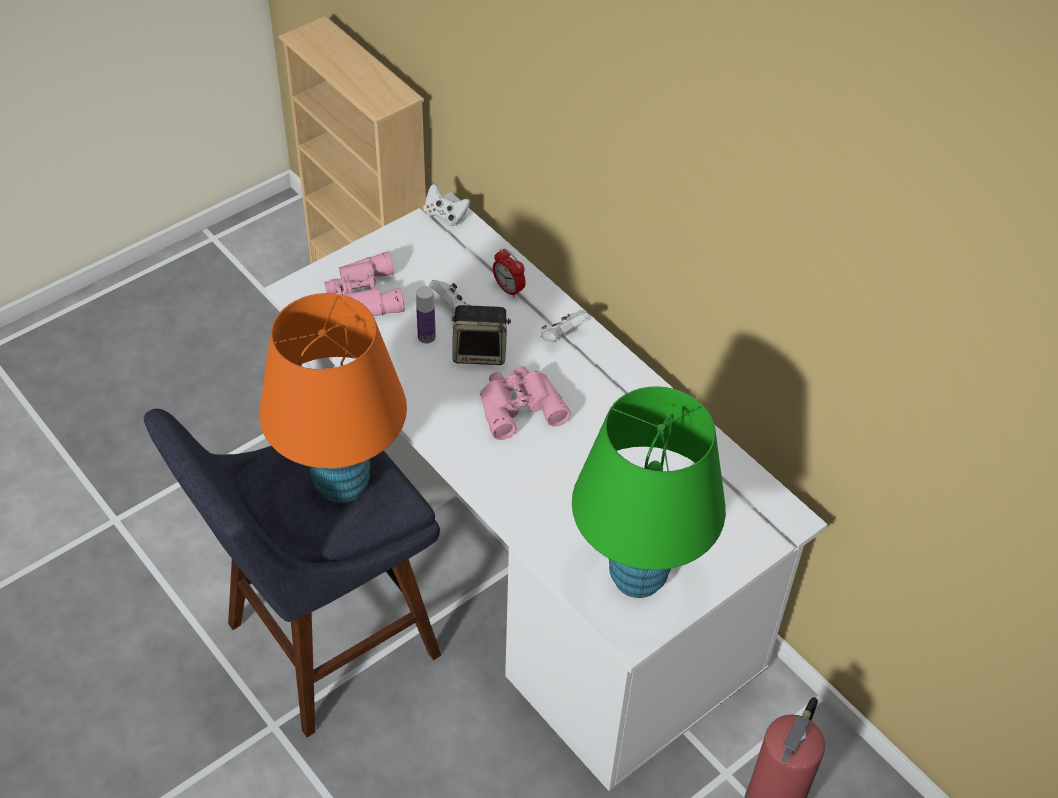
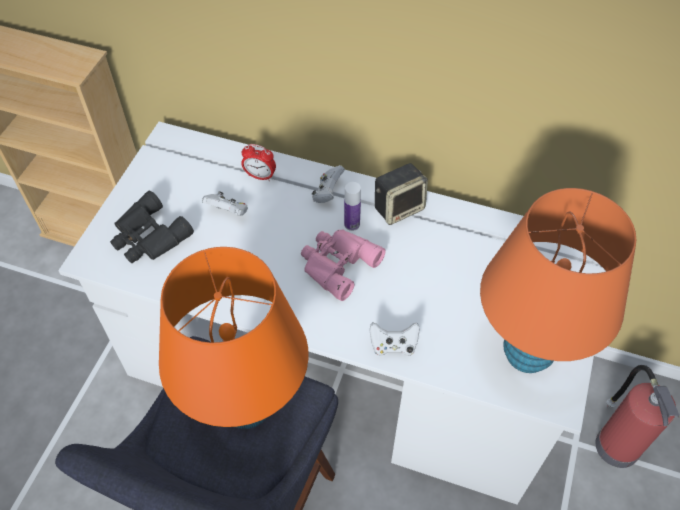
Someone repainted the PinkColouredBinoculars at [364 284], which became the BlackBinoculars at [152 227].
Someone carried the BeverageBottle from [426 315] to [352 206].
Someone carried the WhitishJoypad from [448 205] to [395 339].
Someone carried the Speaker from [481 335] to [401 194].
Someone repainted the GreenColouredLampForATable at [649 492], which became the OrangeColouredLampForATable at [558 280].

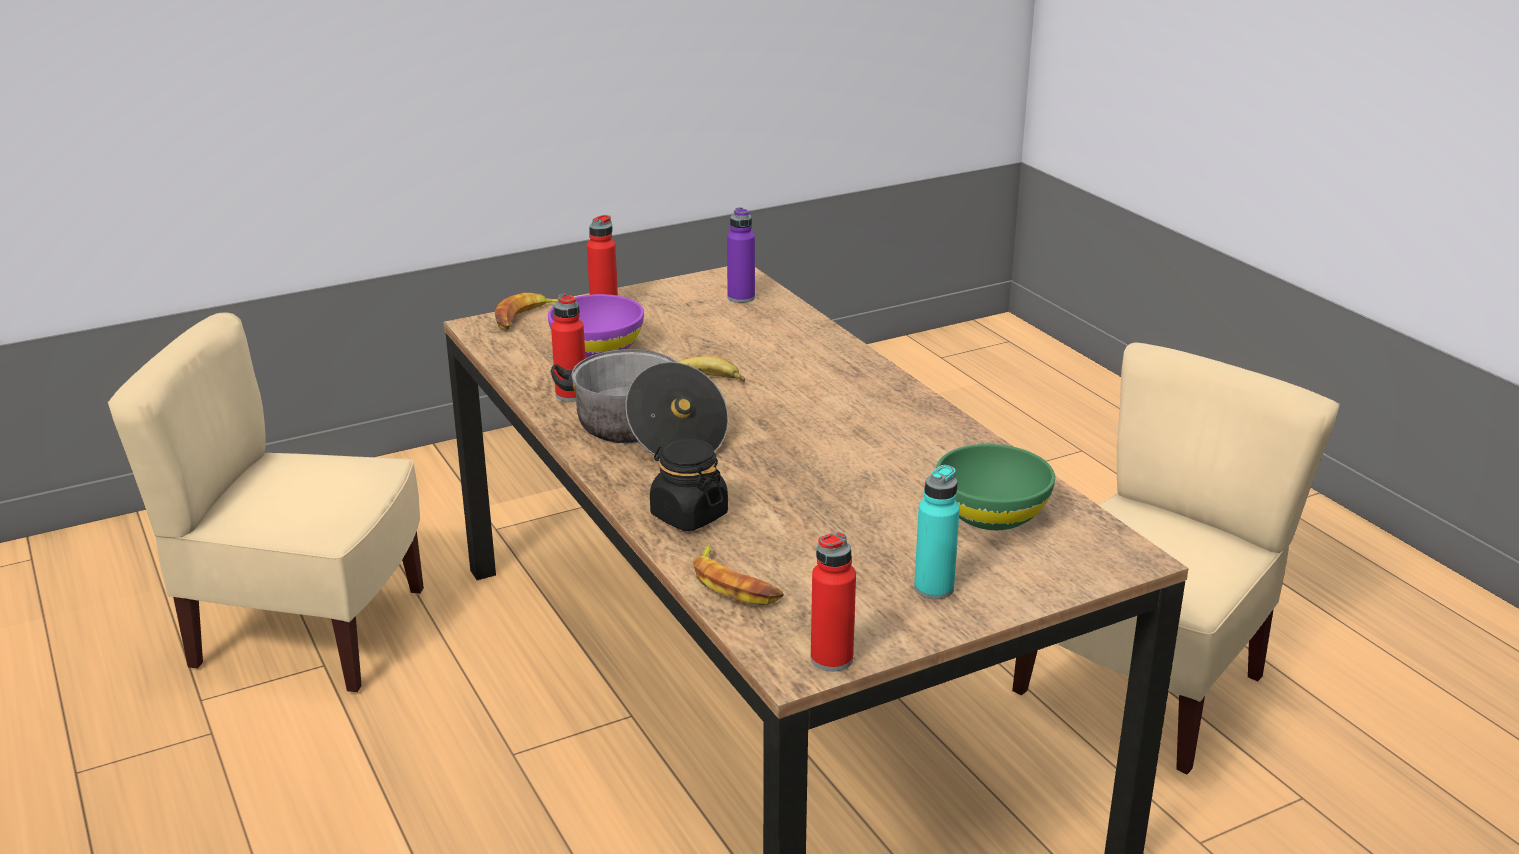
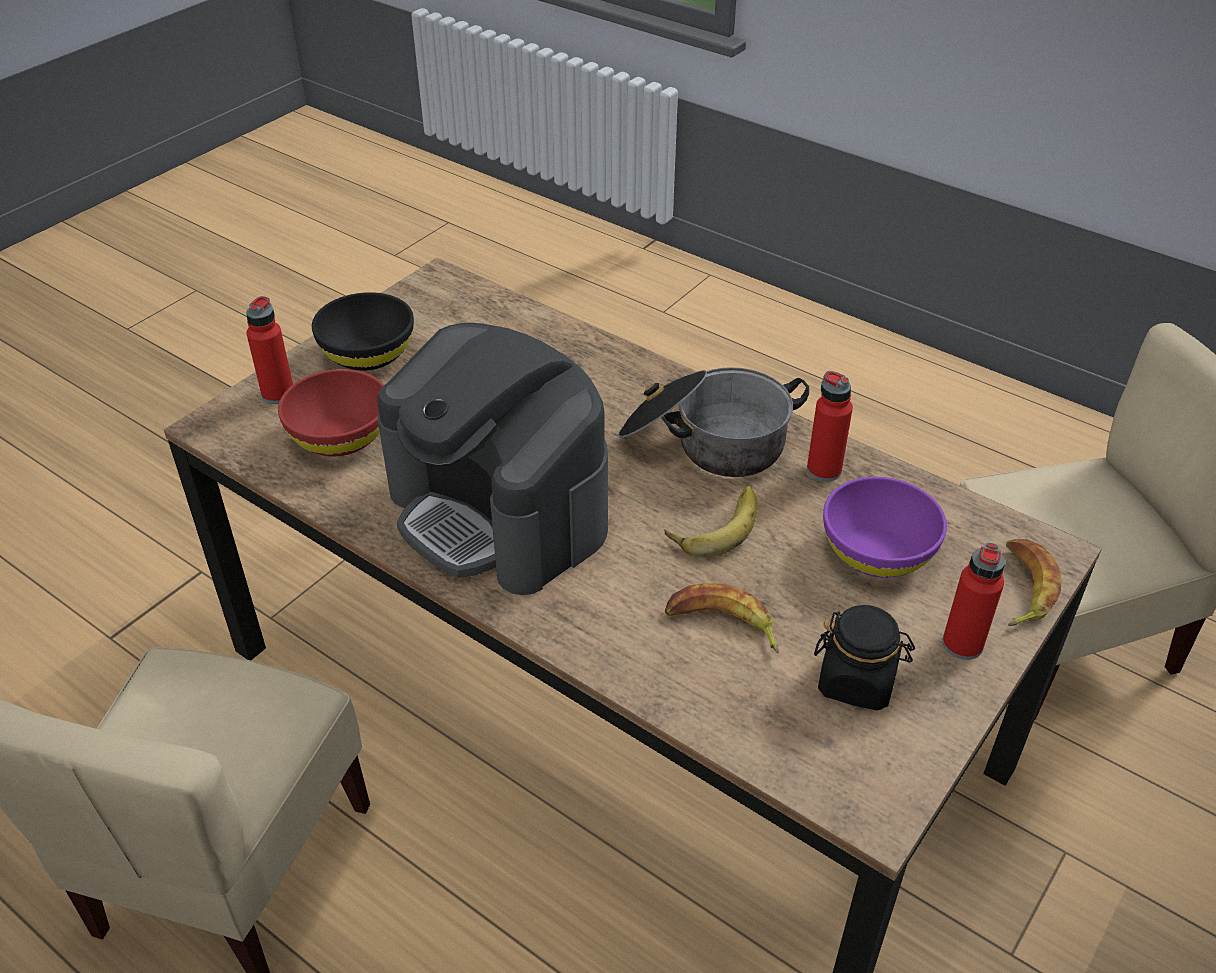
Someone carried the ReddishBeverageBottle from [833 601] to [269 350].
Someone repainted the GreenColouredBowl at [995 487], which became the ReddishBowl at [331 412].
Someone swapped the BlueGreenBeverageBottle at [937 532] for the BlackBowl at [363 331].
Someone put down the CoffeeMachine at [492 459].
Someone carried the BananaFruit from [738 574] to [722 618].
Someone carried the BlackJar from [689 485] to [864 658].
Someone took away the PurplishBeverageBottle at [741 255].

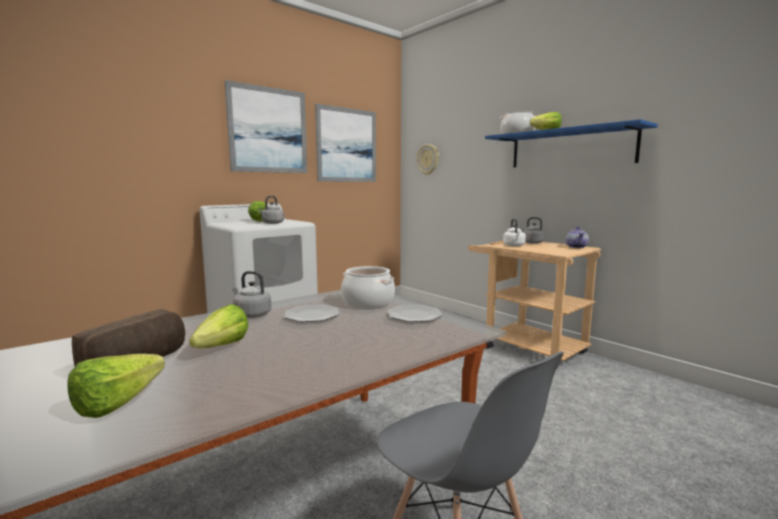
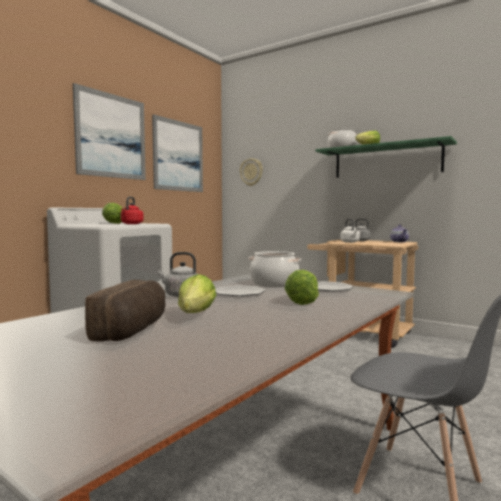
Someone repainted the GrayWaterKettle at [271 210], which became the ReddishWaterKettle at [132 210].
Someone carried the Lettuce from [116 386] to [302 287].
Someone repainted the BluishShelf at [571 143], which became the GreenColouredShelf at [386 157].

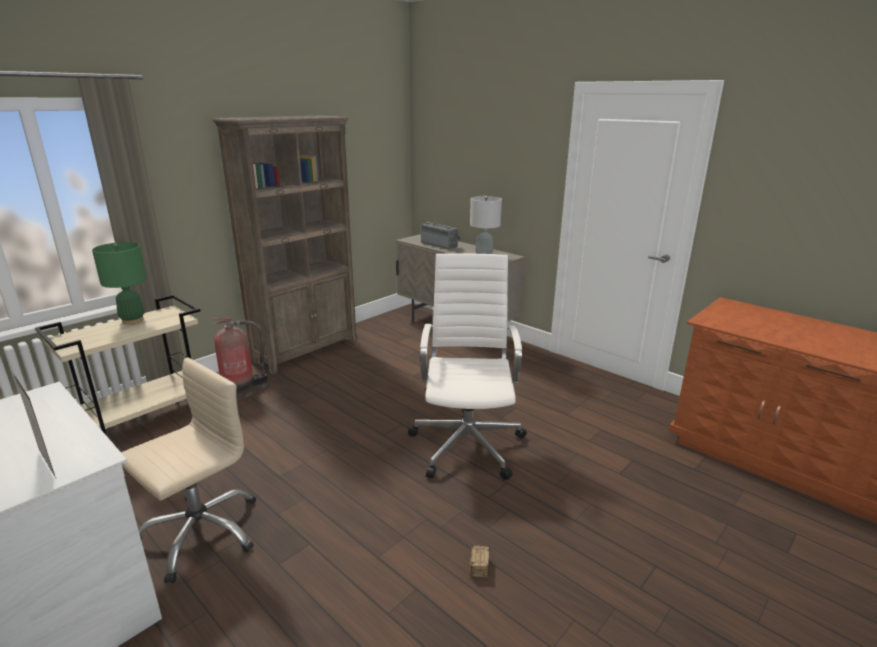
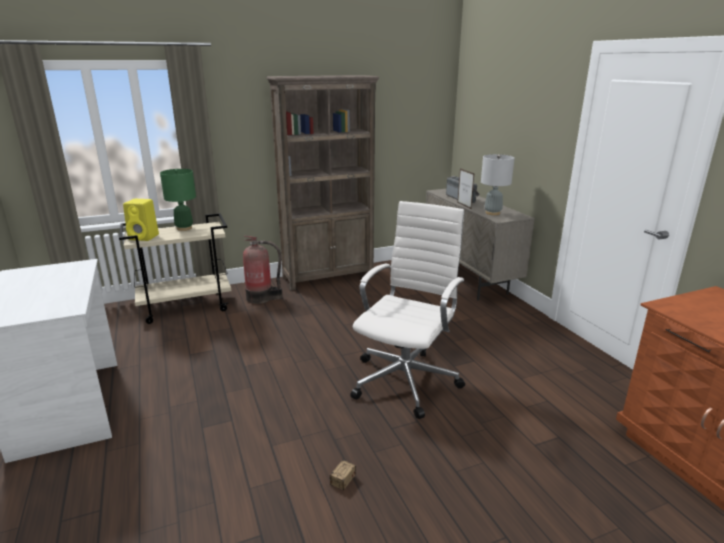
Someone put down the YellowSpeaker at [141 220].
Someone carried the PictureFrame from [34 425] to [466 189].
Someone took away the BeigeOfficeChair at [188 470].

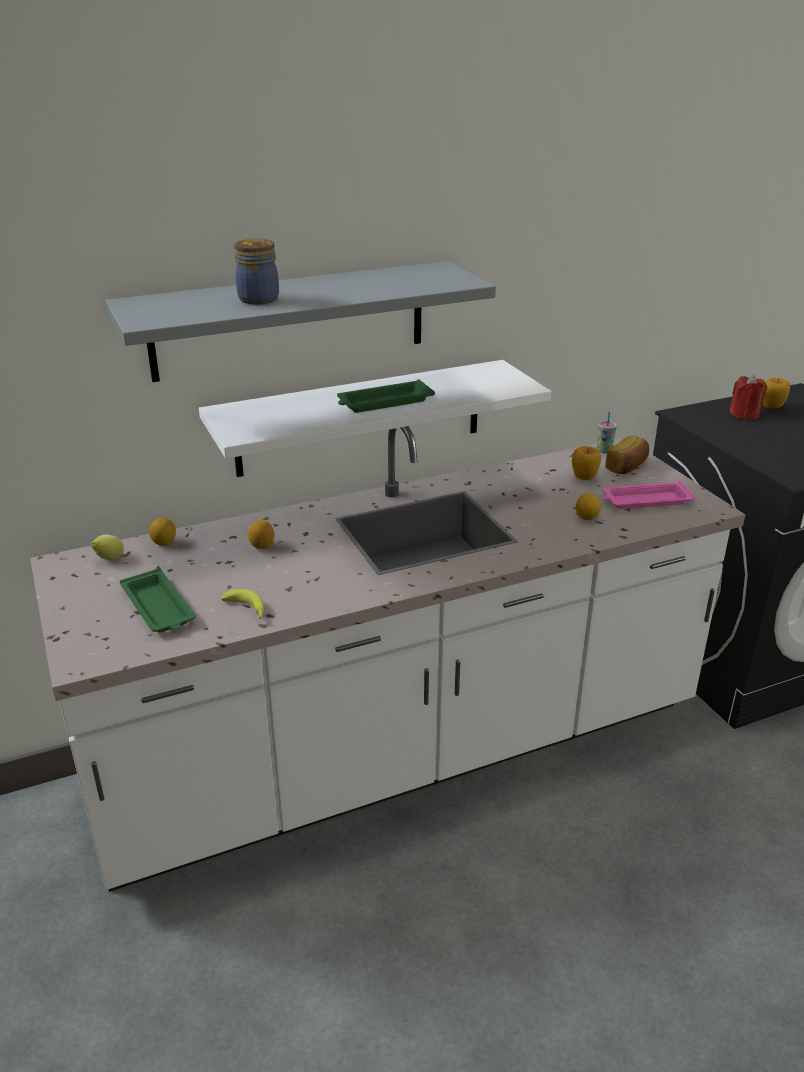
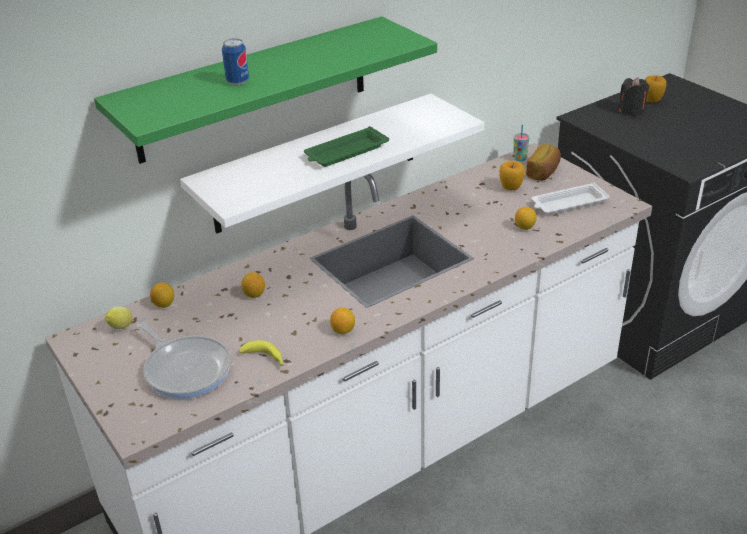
Someone repainted the GrayShelf at [300 321], which became the GreenColouredShelf at [265 90].
Someone swapped the GreenColouredCarryingTray at [158 600] for the Pan at [184 360].
Someone swapped the Jar at [256 272] for the MetalCan at [235 61].
Someone put down the Lemon at [342 321].
Someone repainted the PinkColouredCarryingTray at [649 495], which became the WhitishCarryingTray at [571 198].
Someone repainted the ReddishWaxLight at [748 397], which became the BlackWaxLight at [633 96].

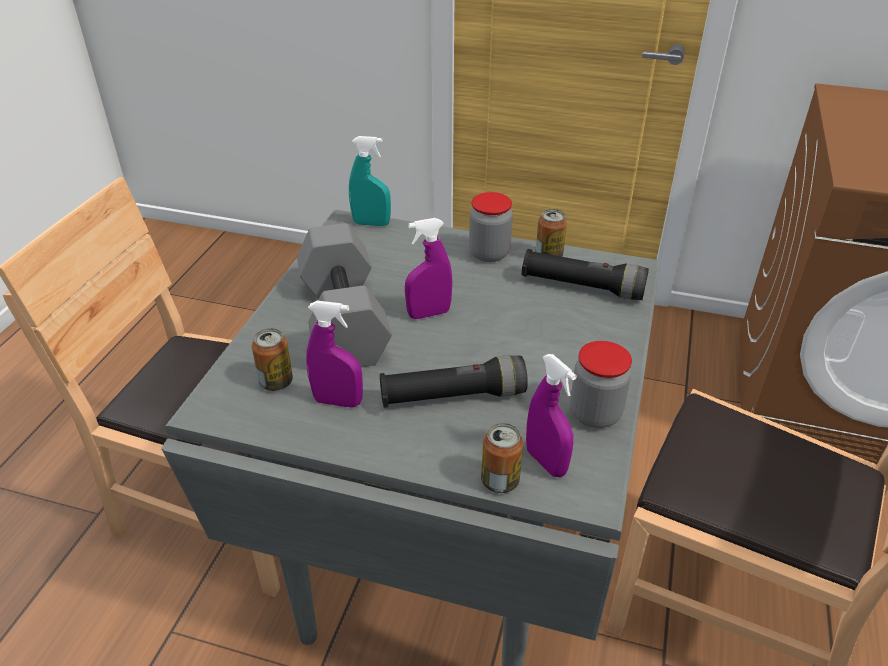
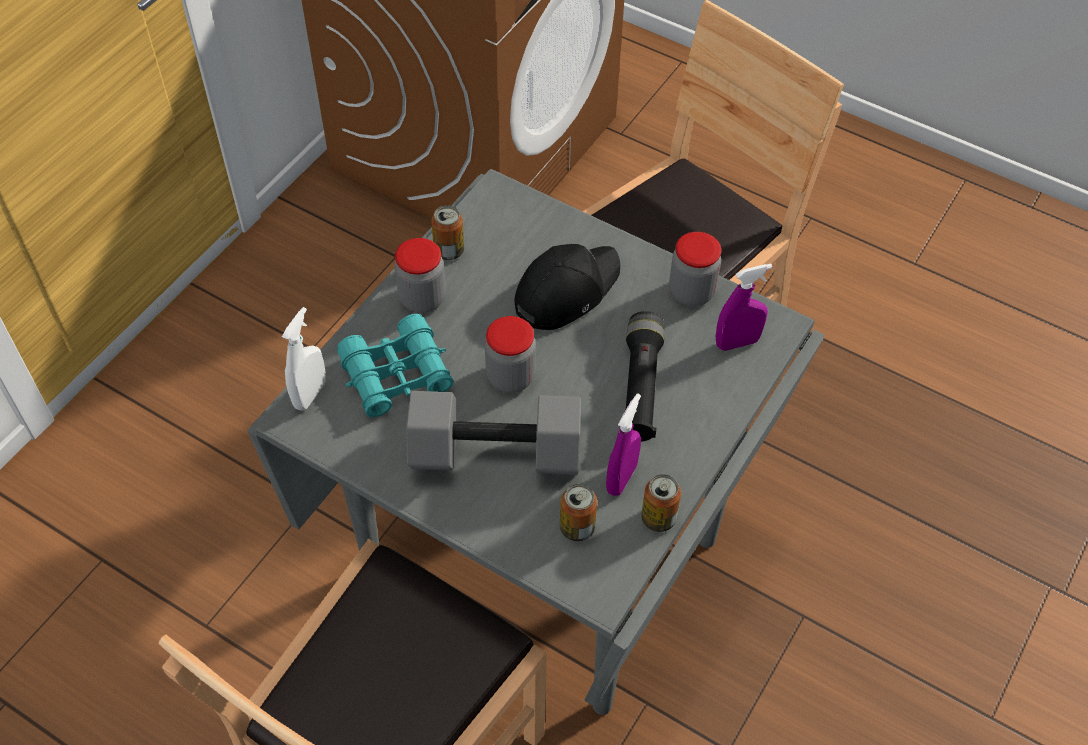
Someone repainted the BlueGreenHandSprayer at [370 181], which became the WhitishHandSprayer at [304 358].
Someone put down the BlueGreenBinoculars at [395 365].
Someone swapped the PurplishHandSprayer at [428 268] for the Jar at [510 354].
Someone put down the BlackCap at [567 287].
Someone carried the MetalCan from [502 458] to [661 503].
Someone took away the BlackTorch at [585 274].

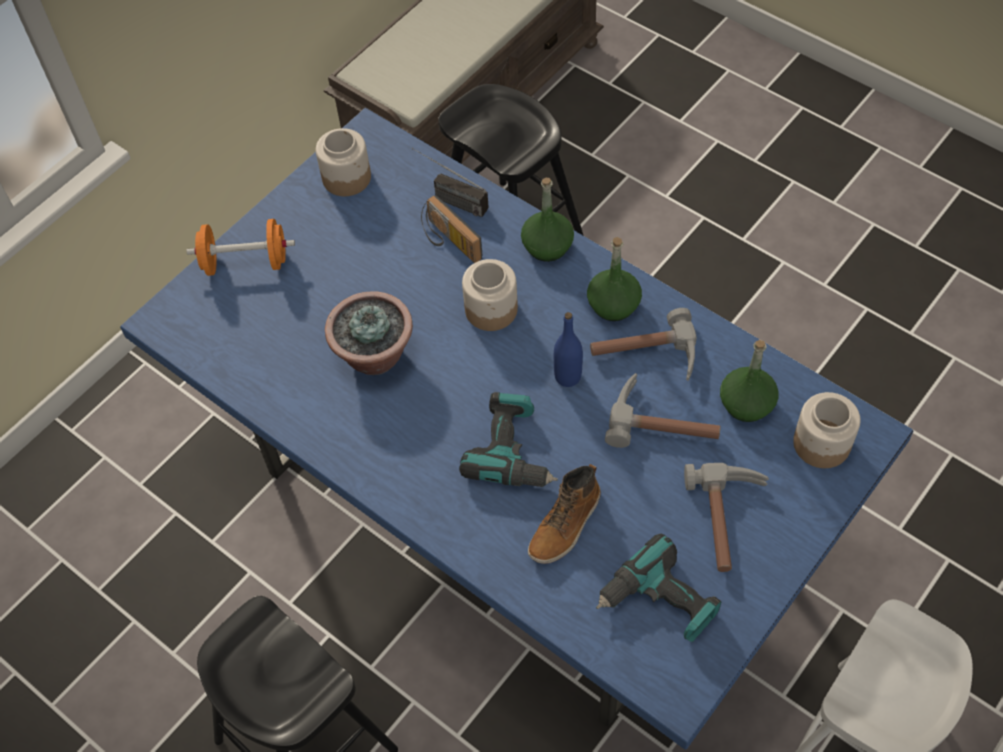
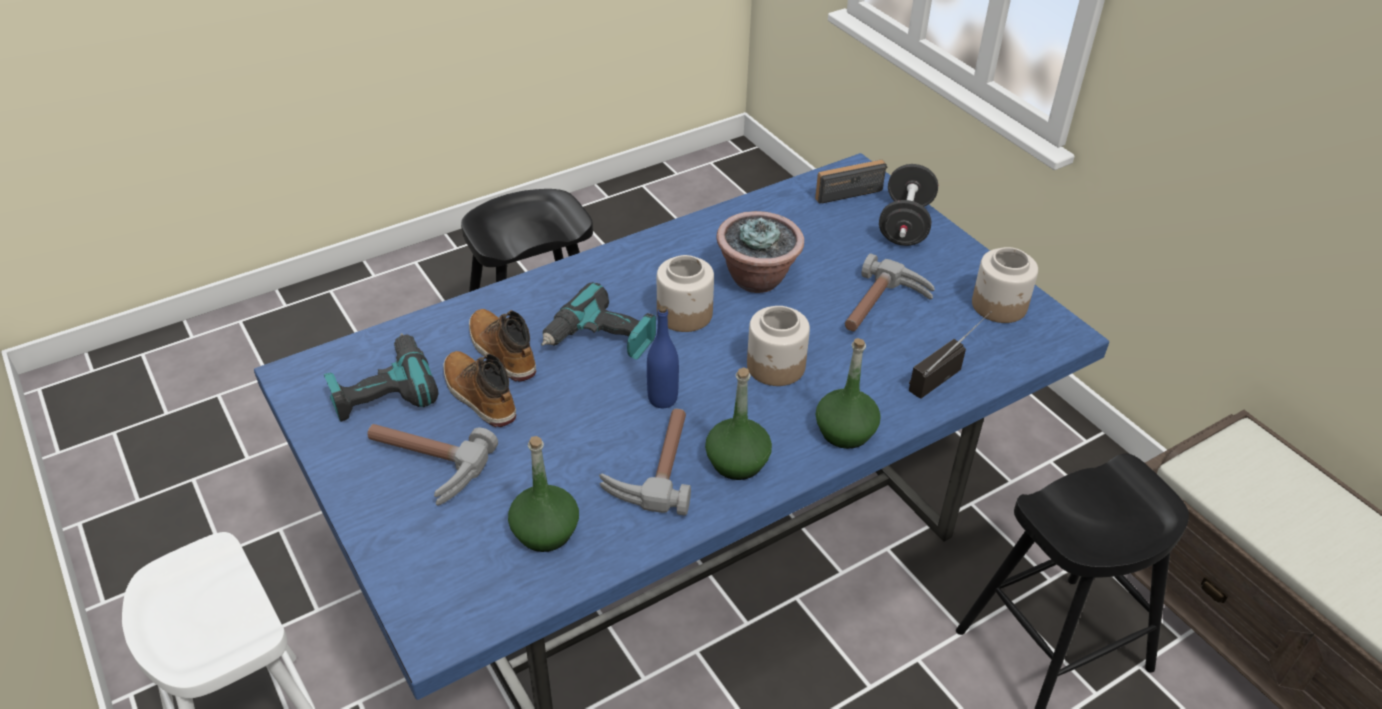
Someone put down the TallBoot at [479 389].
Someone carried the Jar from [827 430] to [685 293].
Someone carried the RadioSet from [451 229] to [851 181].
Someone carried the ToolHammer from [663 410] to [890 292].
Someone repainted the OrangeColouredDumbbell at [241 247], which became the BlackDumbbell at [908 205].

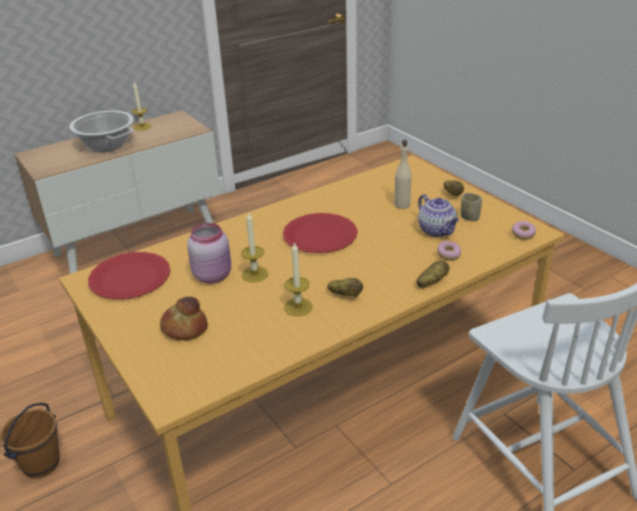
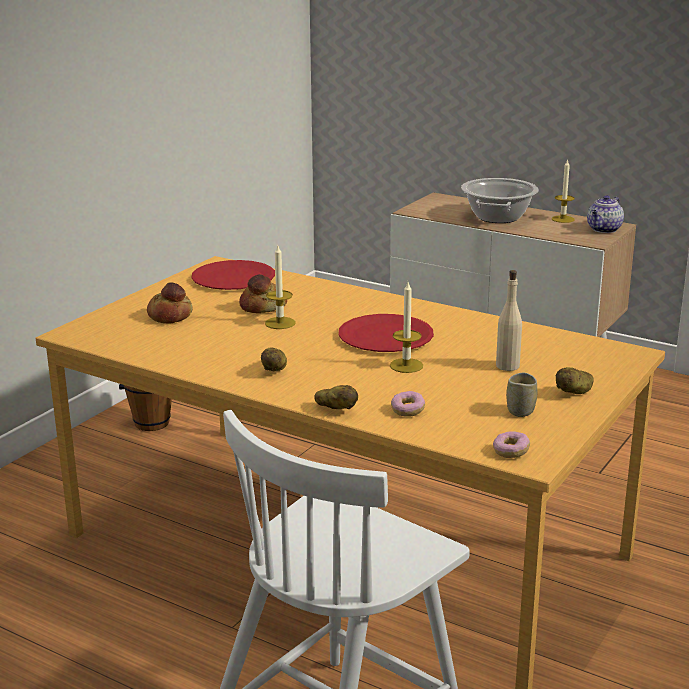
Someone swapped the PinkColouredJar at [209 253] for the BakedBread at [263 293].
Someone carried the WaxLight from [298 278] to [406 327].
Someone carried the TeaPot from [438 215] to [605 214].

